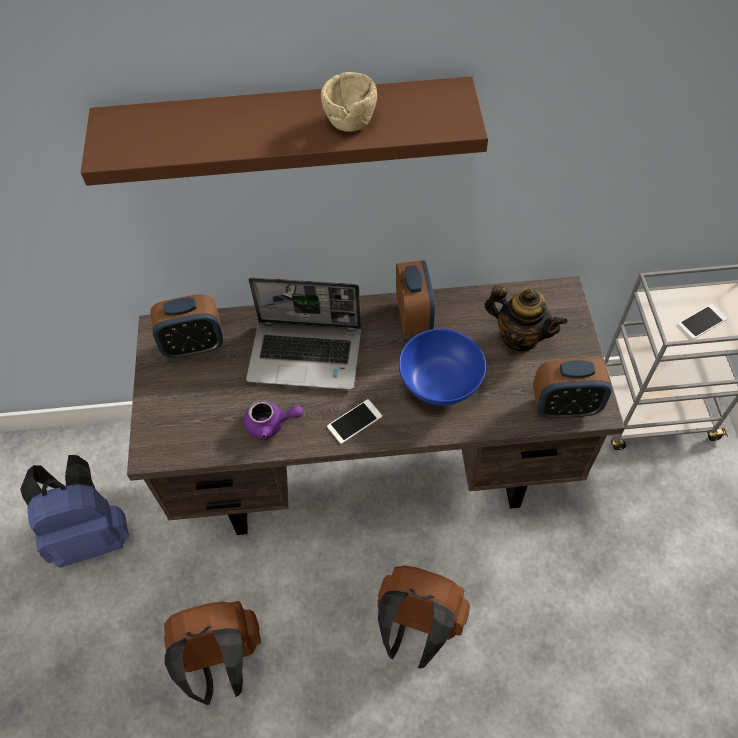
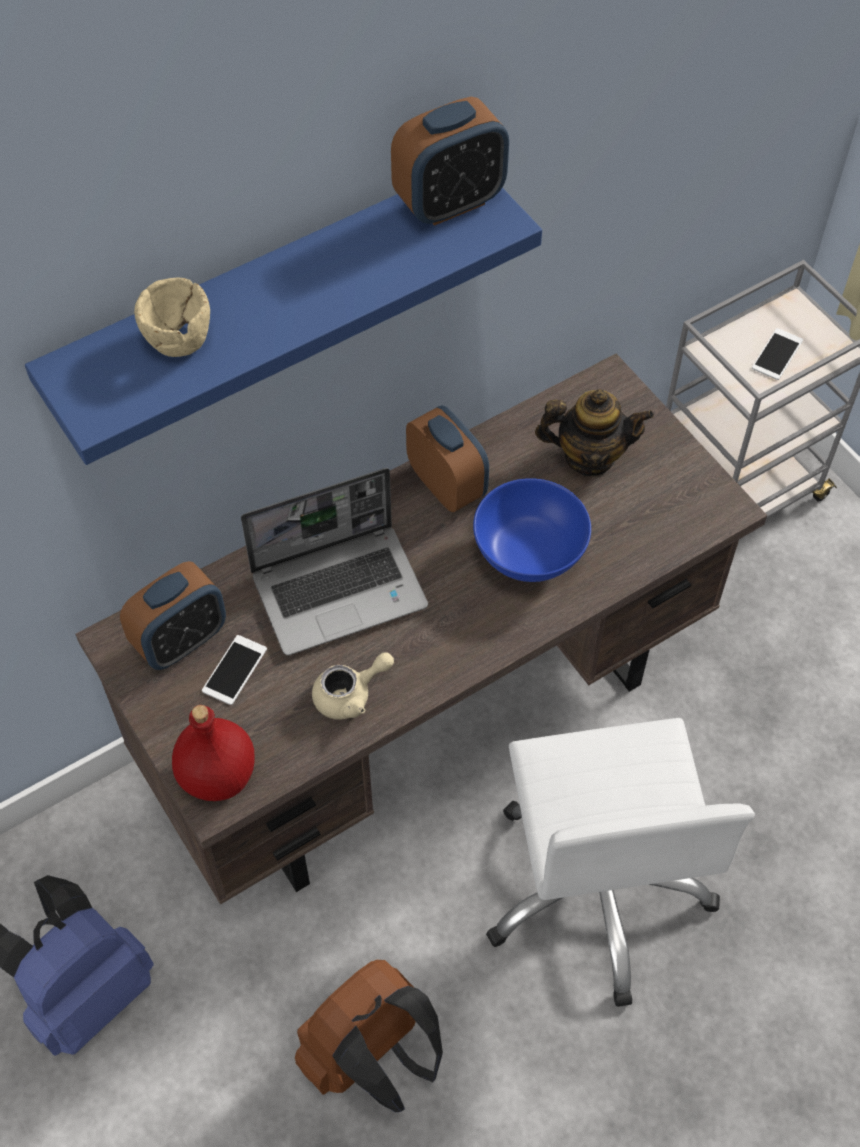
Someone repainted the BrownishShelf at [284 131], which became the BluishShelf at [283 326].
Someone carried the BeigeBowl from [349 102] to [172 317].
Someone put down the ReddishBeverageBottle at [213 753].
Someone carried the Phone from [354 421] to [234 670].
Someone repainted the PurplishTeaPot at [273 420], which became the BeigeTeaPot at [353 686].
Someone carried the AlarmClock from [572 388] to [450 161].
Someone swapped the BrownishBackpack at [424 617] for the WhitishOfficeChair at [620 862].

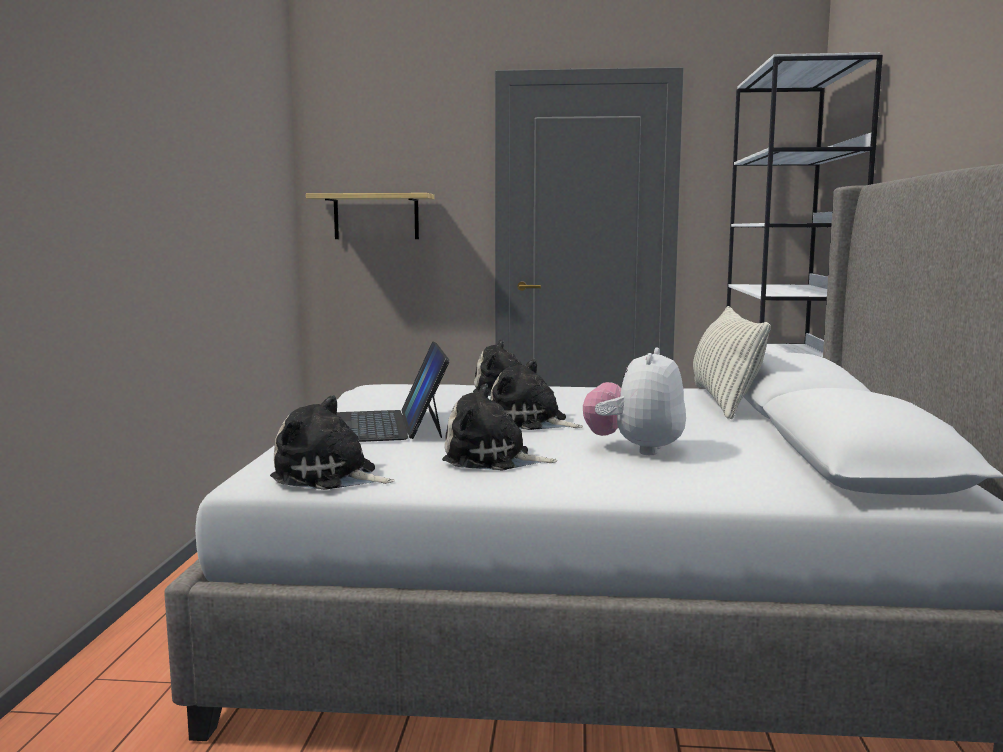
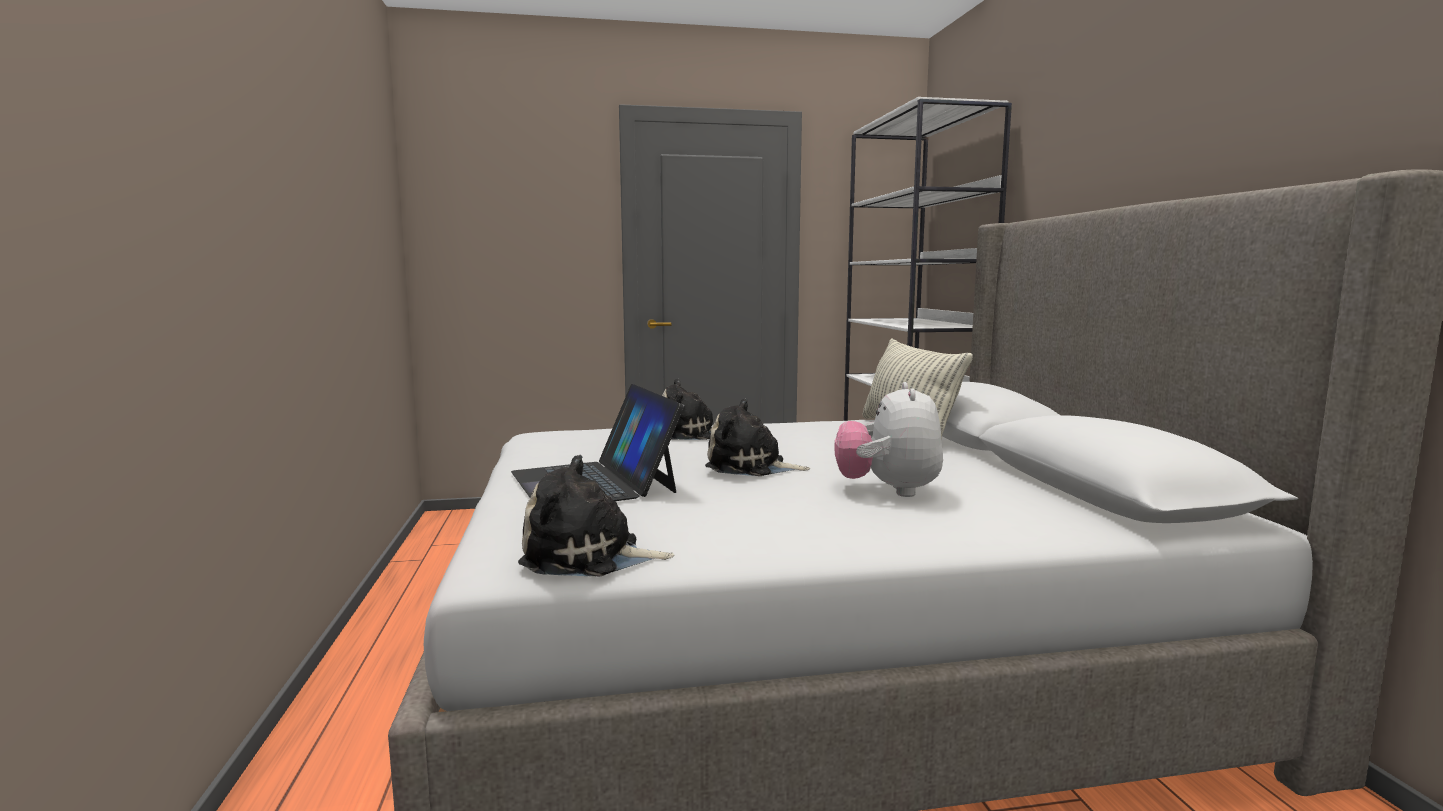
Someone took away the Shelf at [370 216].
Someone took away the SoftToy at [500 427].

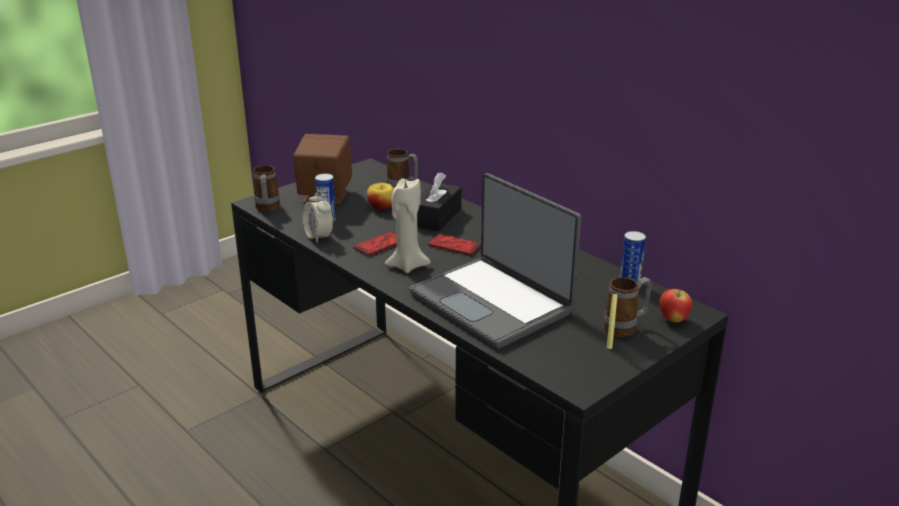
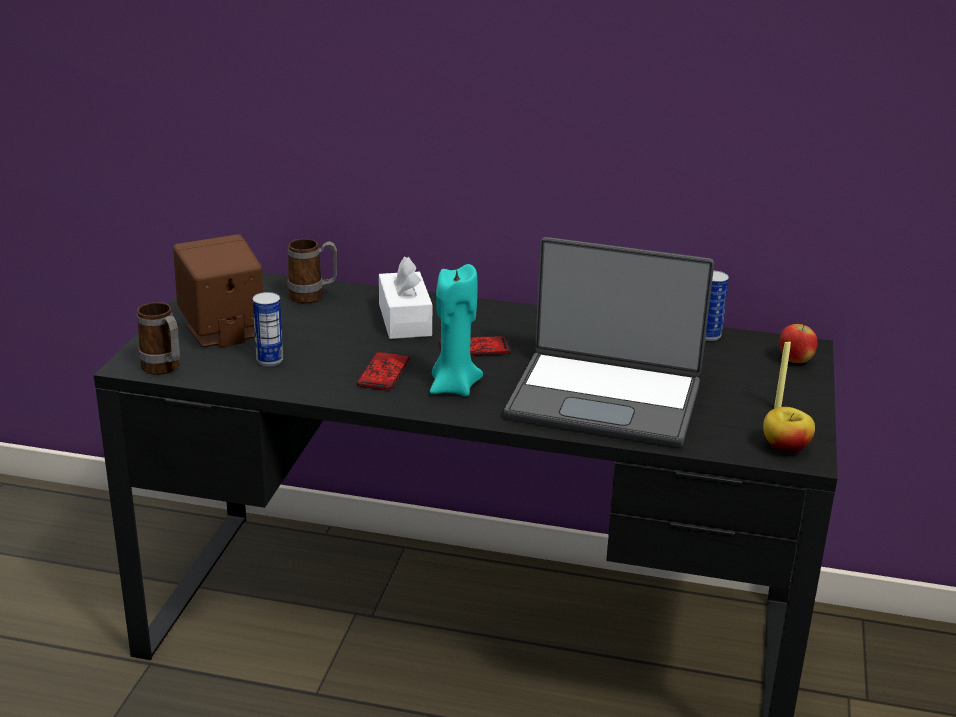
Someone repainted the BlackBoxOfTissues at [439 201], which became the WhitishBoxOfTissues at [405 297].
Someone repainted the BeigeWaxLight at [408 226], which became the BlueGreenWaxLight at [456 330].
Someone carried the AppleFruit from [380 196] to [789 430].
Someone took away the AlarmClock at [318 217].
Someone took away the CoffeeMug at [628 307].

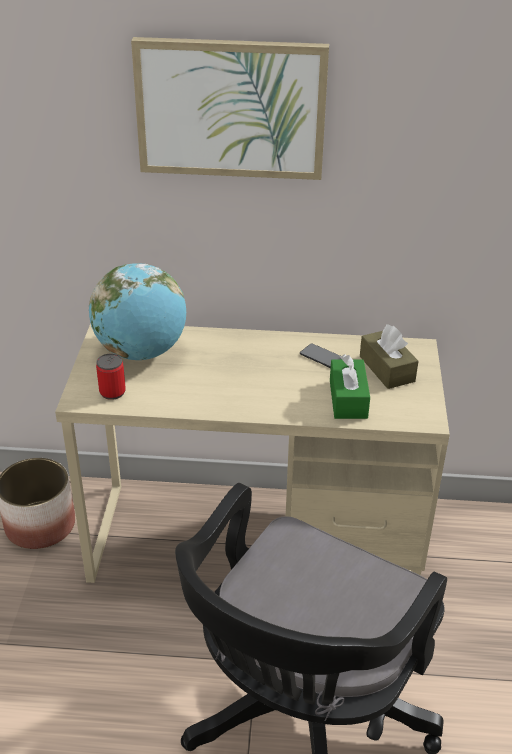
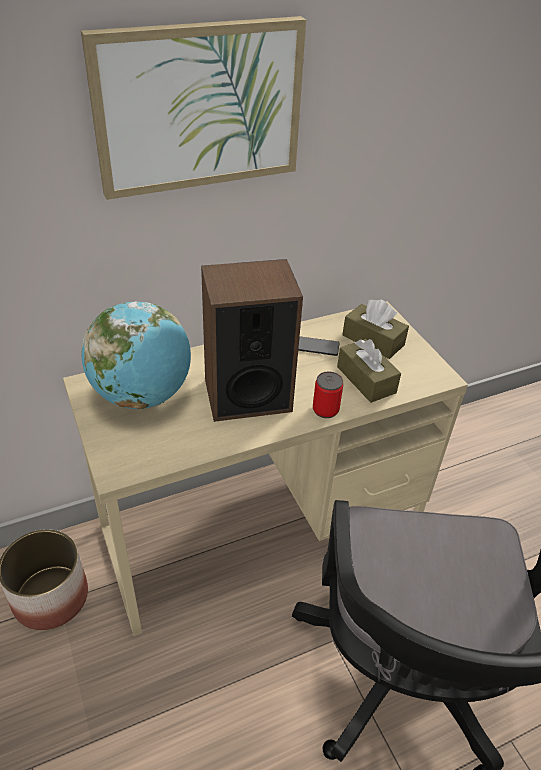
Someone put down the Speaker at [252 340].
Someone carried the MetalCan from [111 377] to [328 394].
Someone repainted the GreenColouredBoxOfTissues at [350 387], which became the BrownishBoxOfTissues at [369 371].

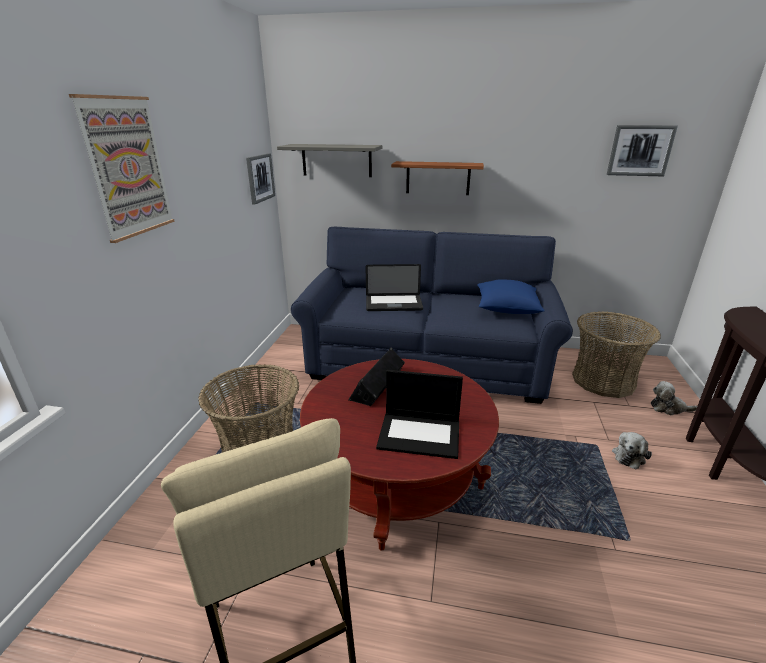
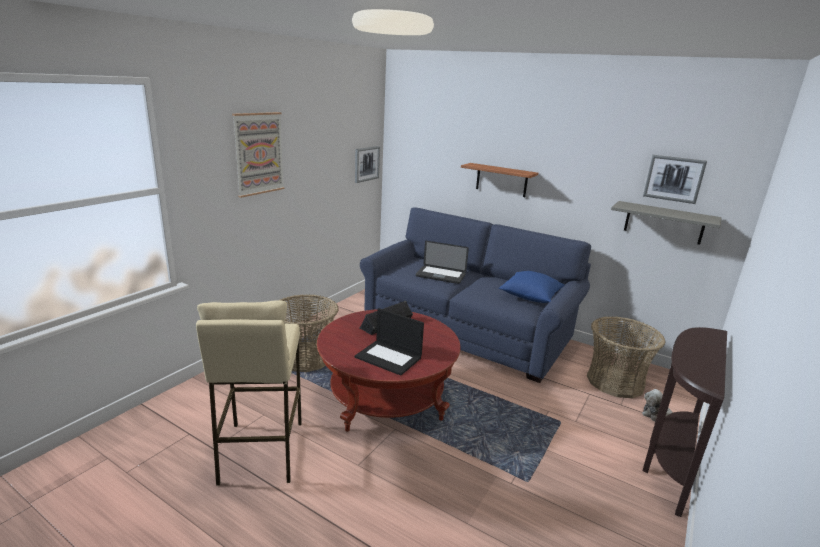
Someone carried the GrayShelf from [330 160] to [666 223].
Someone took away the SoftToy at [632 450].

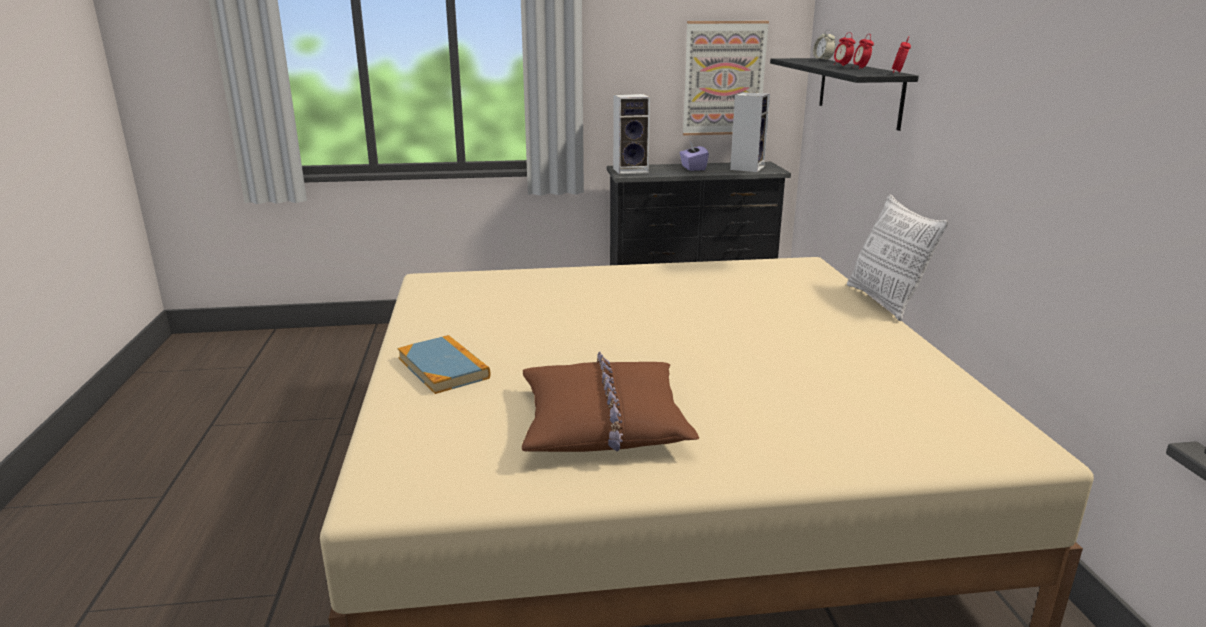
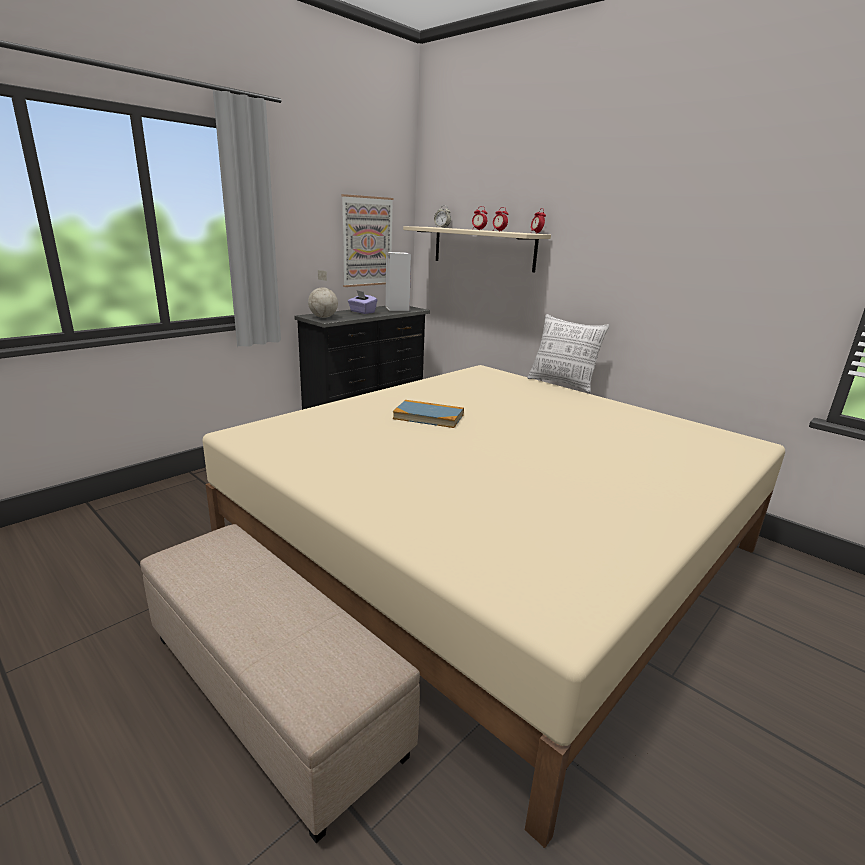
Someone put down the BeigeOttoman at [280 683].
Someone swapped the Speaker at [631 134] for the WorldGlobe at [323 294].
Someone carried the Book from [444 364] to [428 414].
Someone repainted the BlackShelf at [844 94], which became the BeigeShelf at [477 249].
Someone took away the BrownishThrowPillow at [610 402].

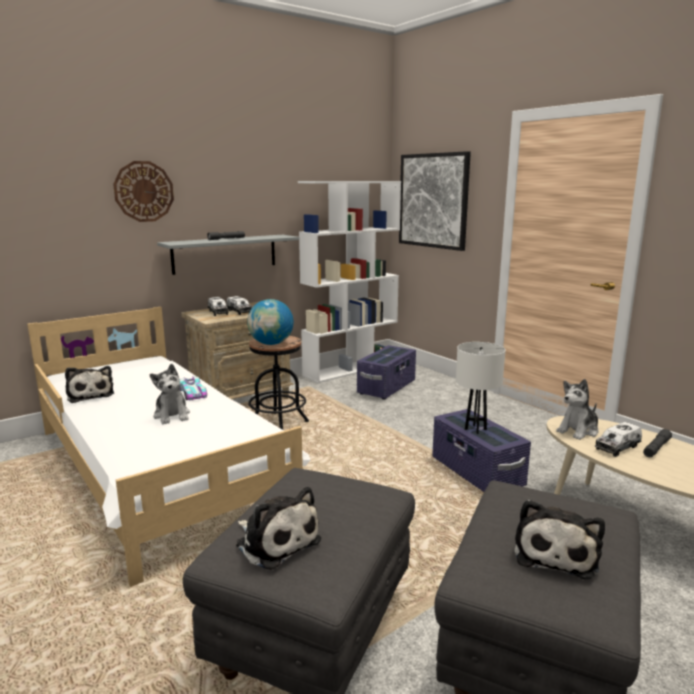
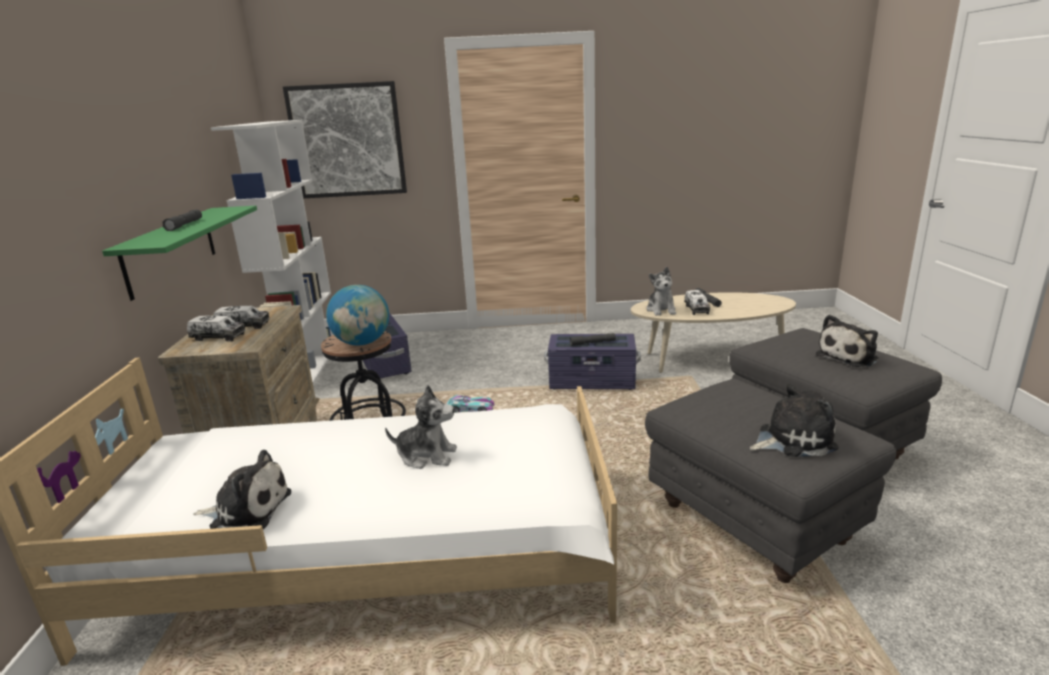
Someone repainted the GrayShelf at [228 255], which became the GreenColouredShelf at [179 253].
Someone carried the ModelCar from [193 388] to [470 404].
Someone swapped the WhitishLampForATable at [481 388] for the GrayTorch at [593 339].
Someone rotated the SoftToy at [560 539] by 90 degrees clockwise.
Someone took away the HangingClock at [143 191].

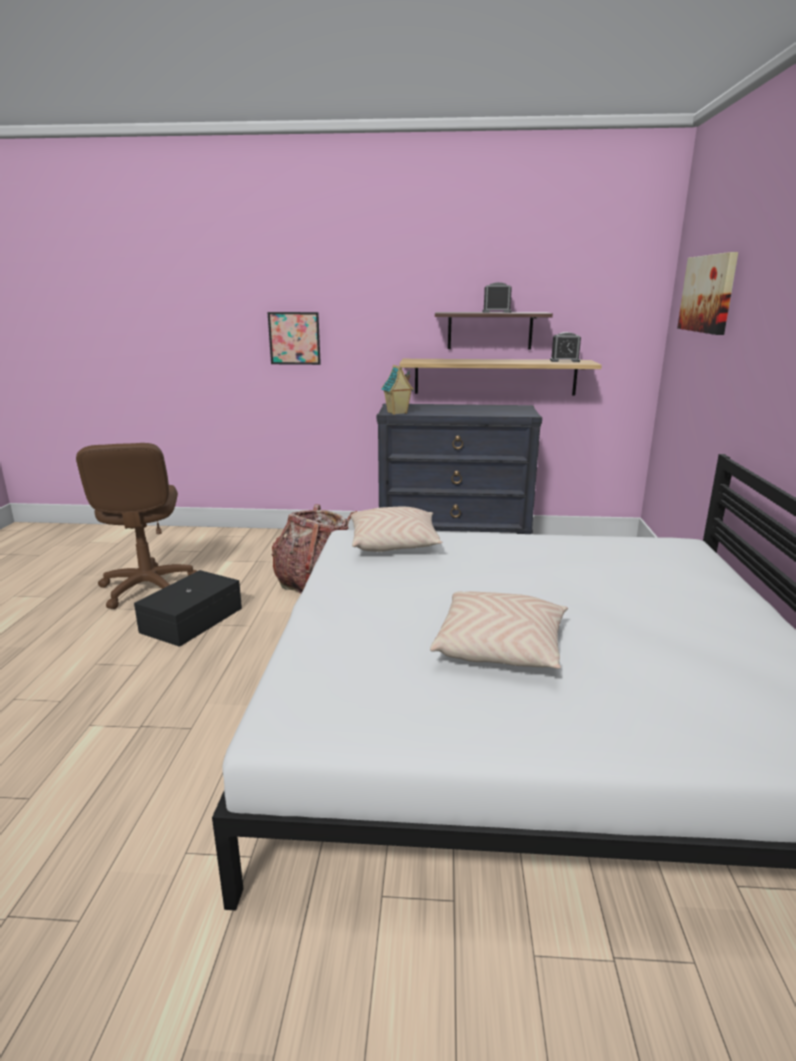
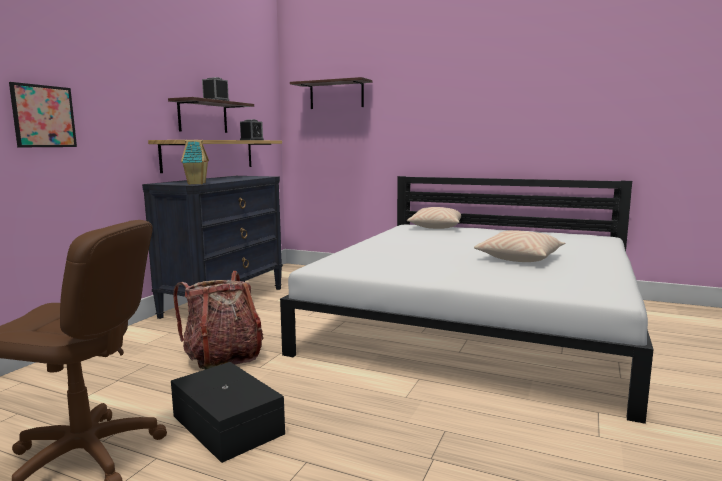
Someone swapped the WallPicture at [707 293] for the Shelf at [331 93].
Someone carried the BeigeThrowPillow from [396 529] to [434 218].

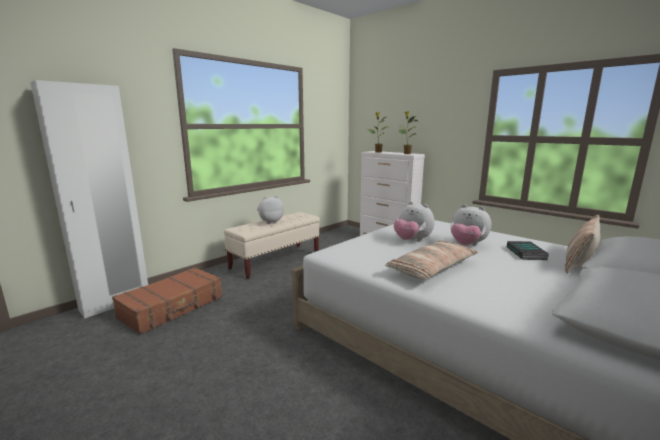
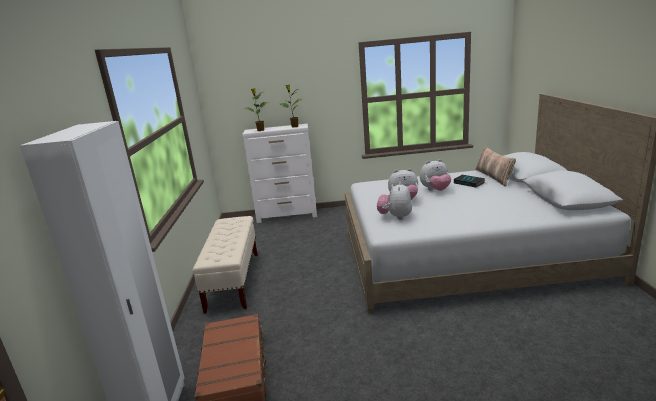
Someone carried the SoftToy from [270 210] to [394 201].
Someone took away the ThrowPillow at [431 260].

